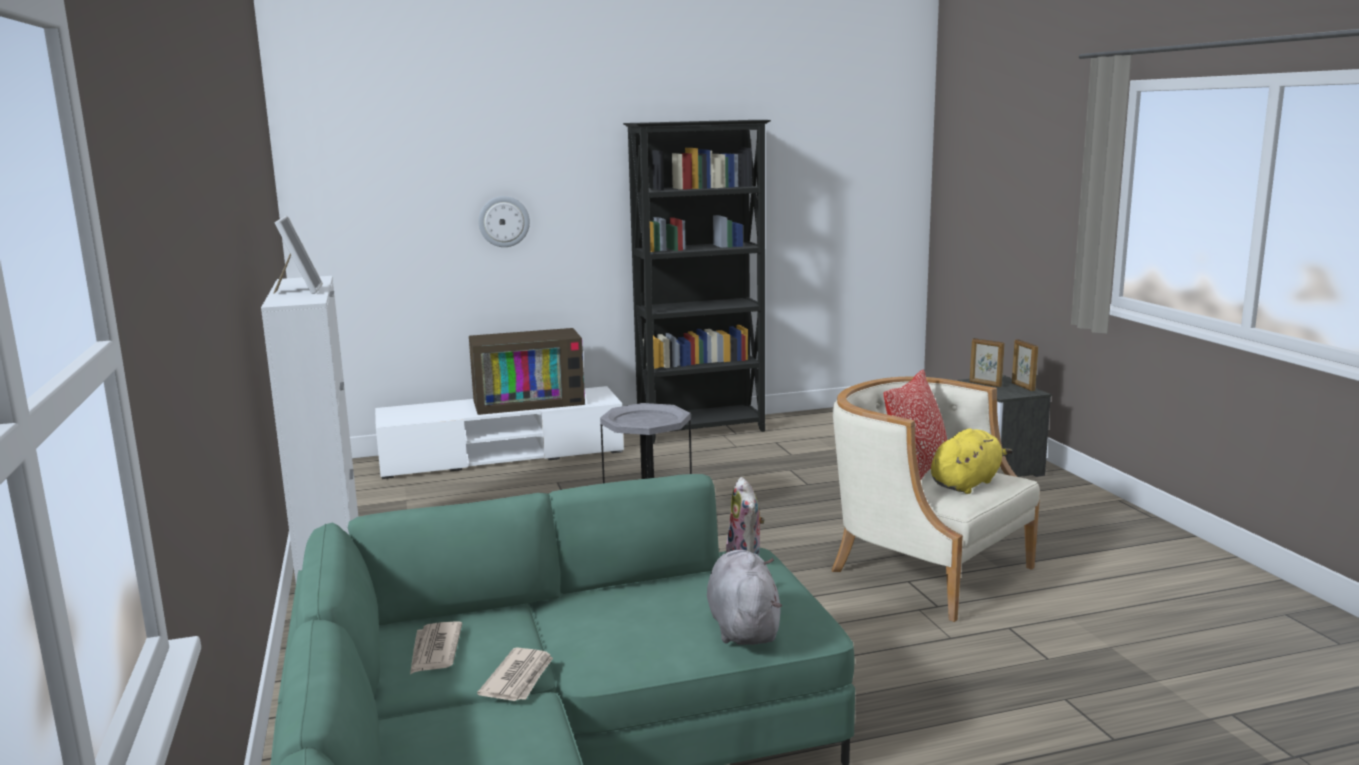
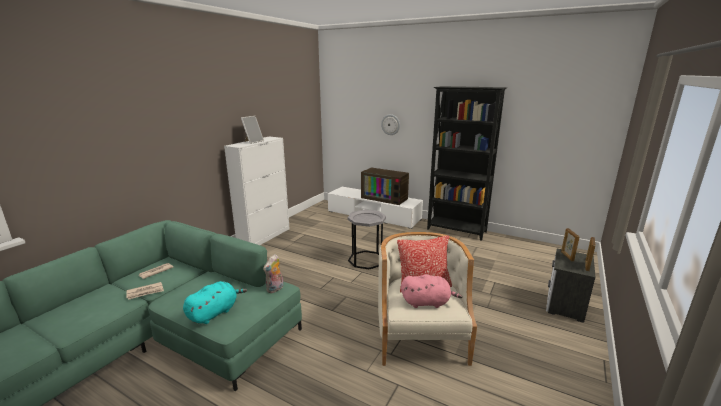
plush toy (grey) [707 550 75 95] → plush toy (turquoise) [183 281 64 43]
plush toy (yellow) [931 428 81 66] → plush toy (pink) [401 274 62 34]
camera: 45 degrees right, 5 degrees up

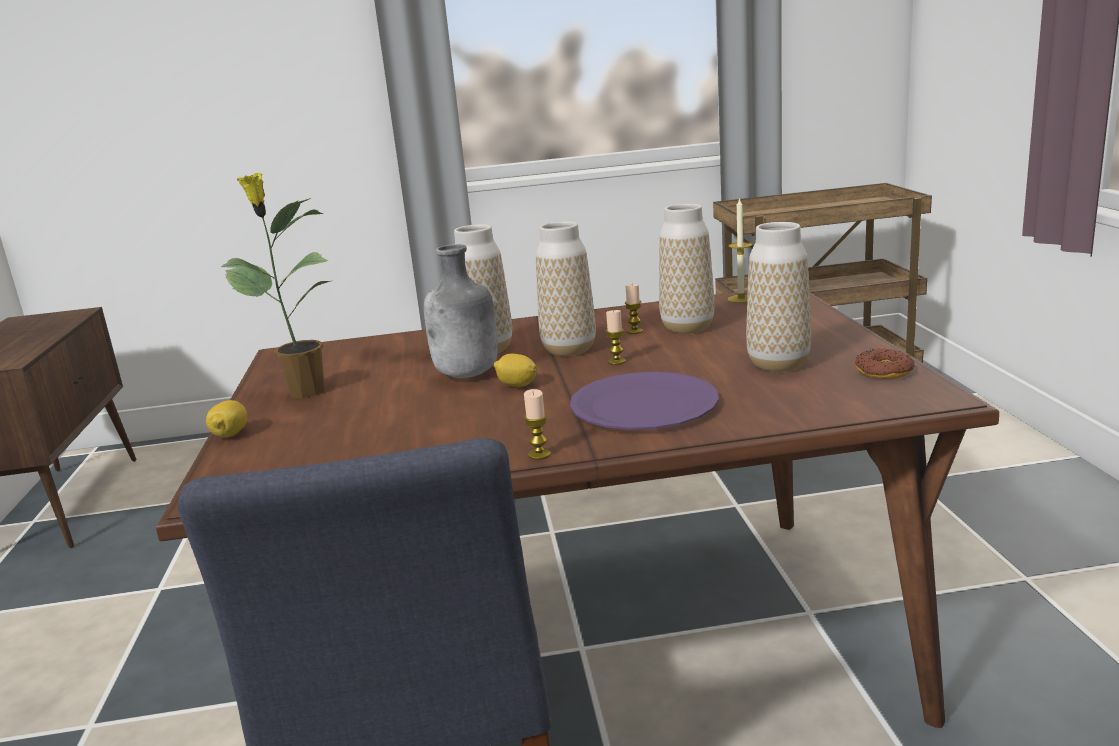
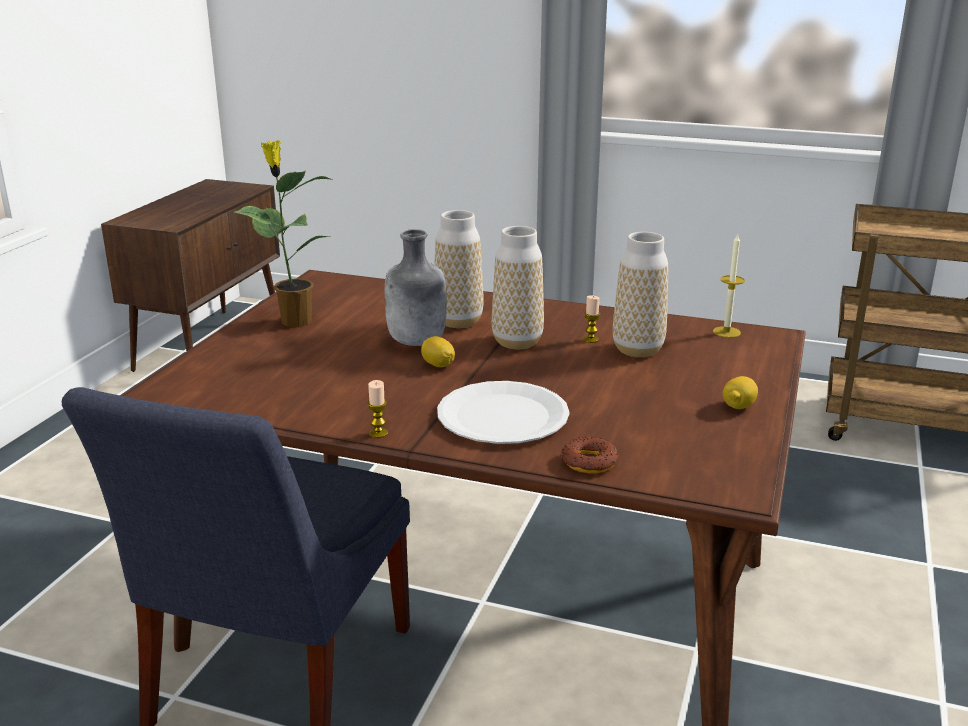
plate (purple) [570 372 149 58] → plate (white) [437 381 133 63]
donut [855 349 59 30] → donut [561 437 57 36], moved
lemon [206 400 41 37] → lemon [723 376 35 33], moved
candle [606 310 20 55] → -
vase [746 222 65 150] → -
camera: 25 degrees right, 5 degrees up

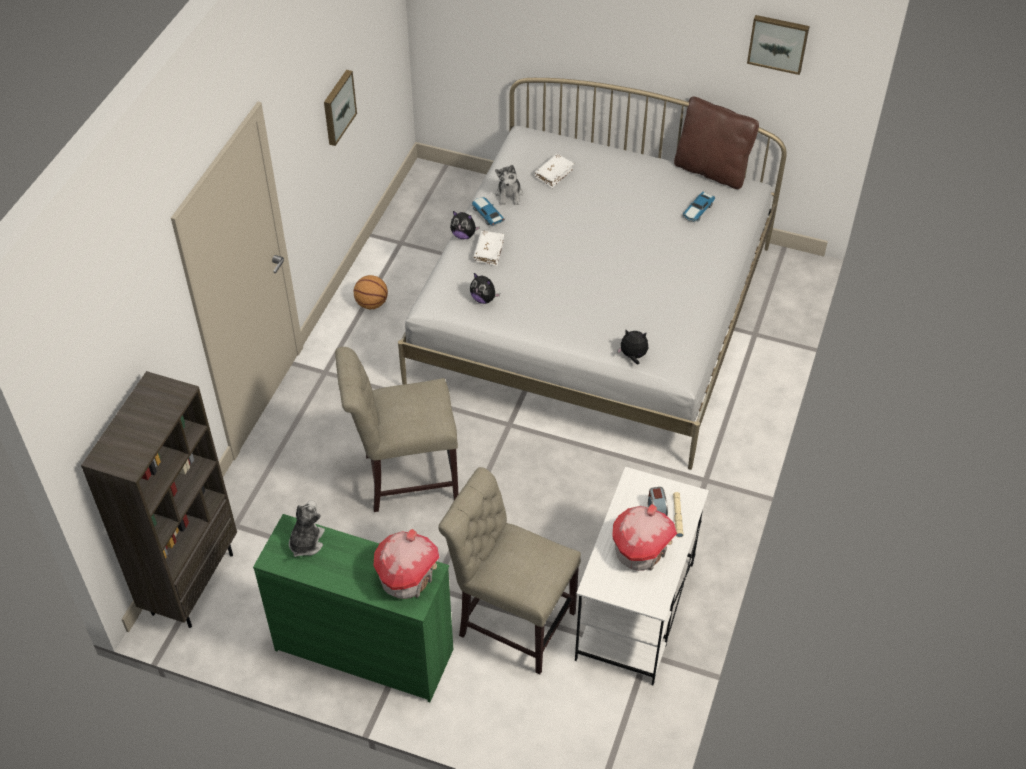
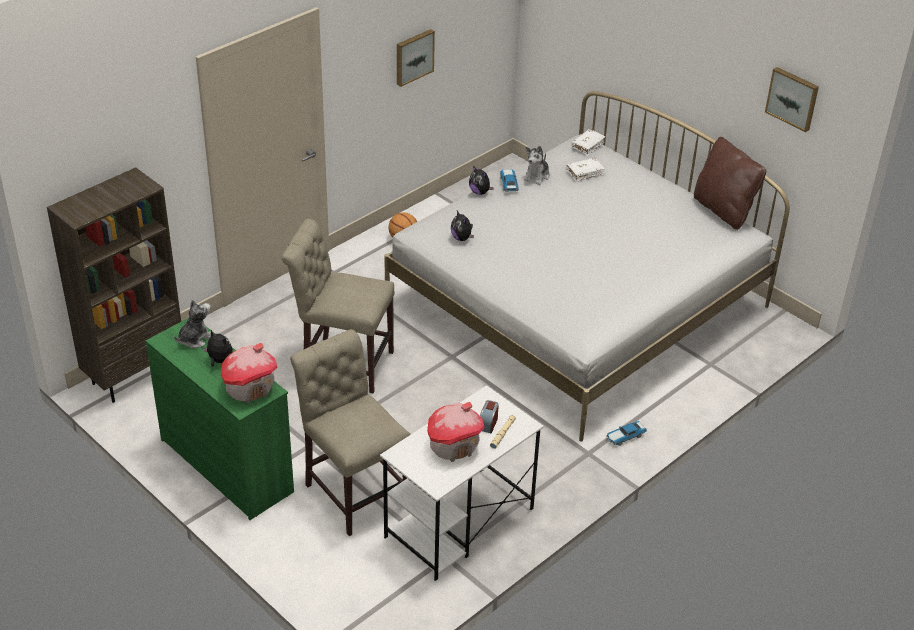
plush toy [617 330 31 35] → plush toy [202 330 31 37], moved
book (white) [473 230 31 36] → book (white) [571 129 34 27], moved
toy car [682 192 33 30] → toy car [606 421 41 25], moved
camera: 25 degrees right, 10 degrees down

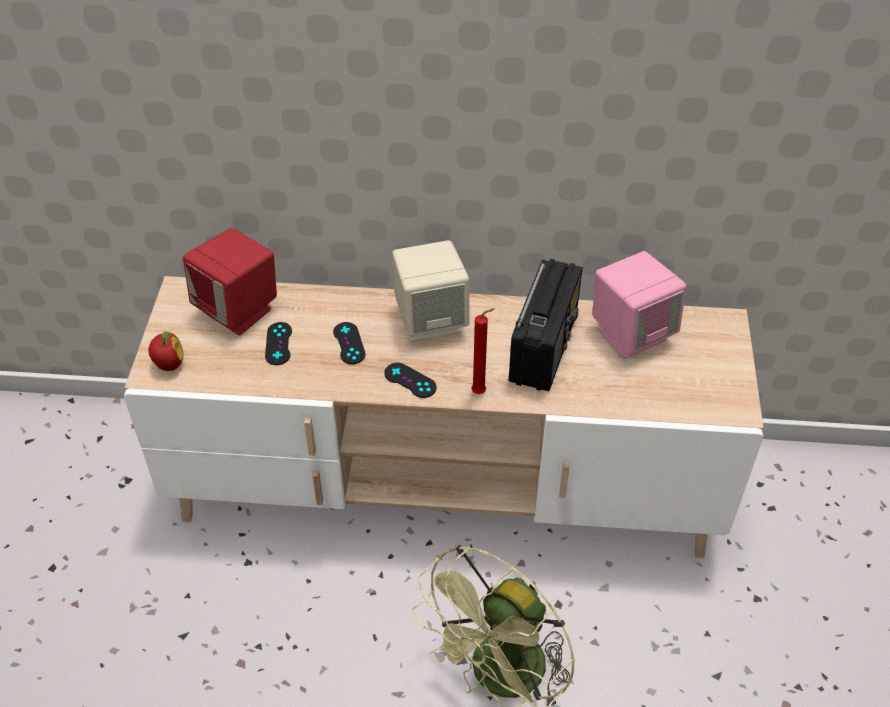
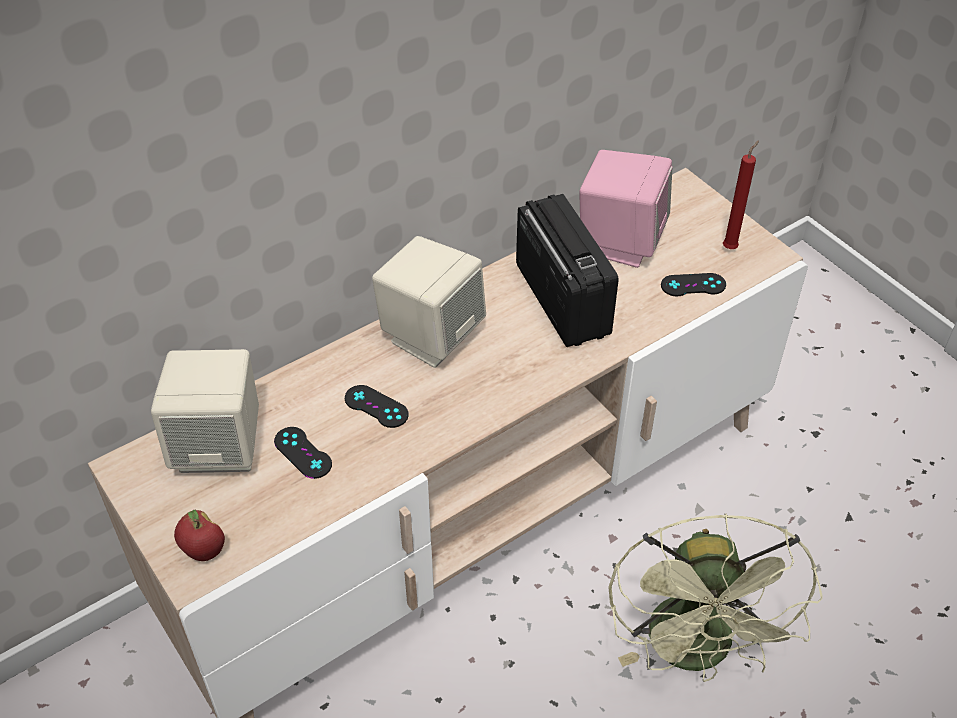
speaker (red) [183 228 94 107] → speaker (beige) [151 349 108 124]
game controller (black) [384 363 52 35] → game controller (black) [661 273 65 23], moved
candle (red) [471 308 24 86] → candle (red) [723 140 36 109], moved
camera: 40 degrees left, 0 degrees up

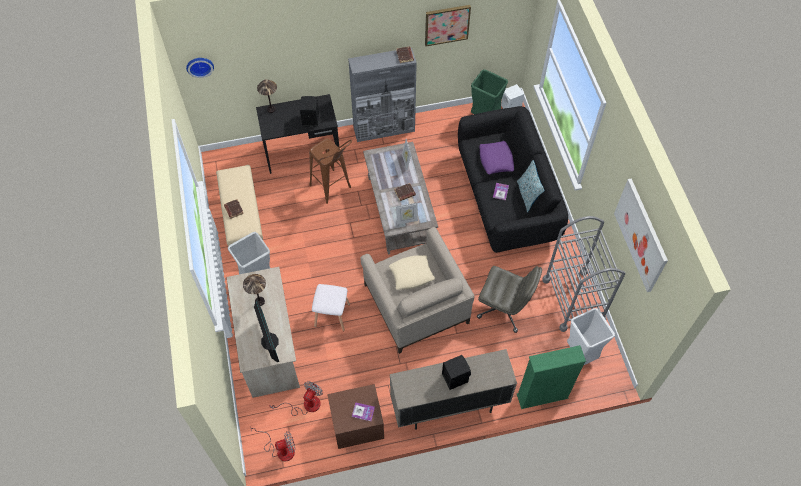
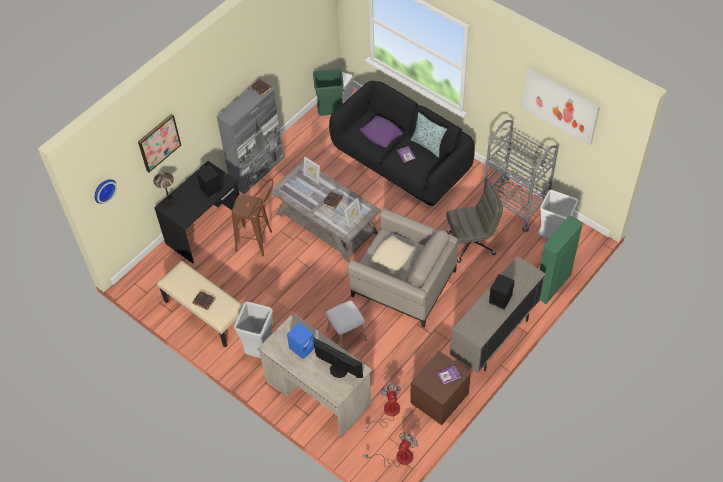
picture [425 5 46 41] → picture [138 114 43 58], moved
table lamp [243 274 23 32] → speaker (blue) [287 323 27 36]
camera: 35 degrees left, 5 degrees down

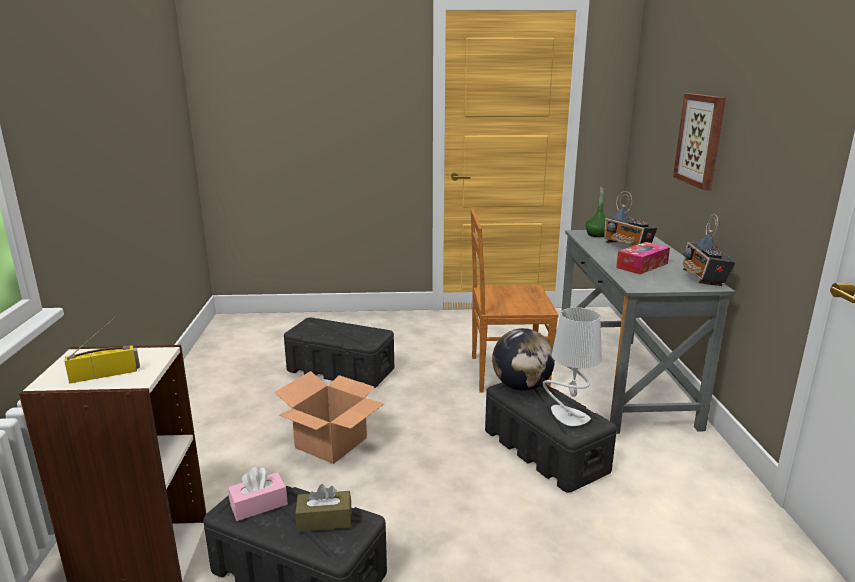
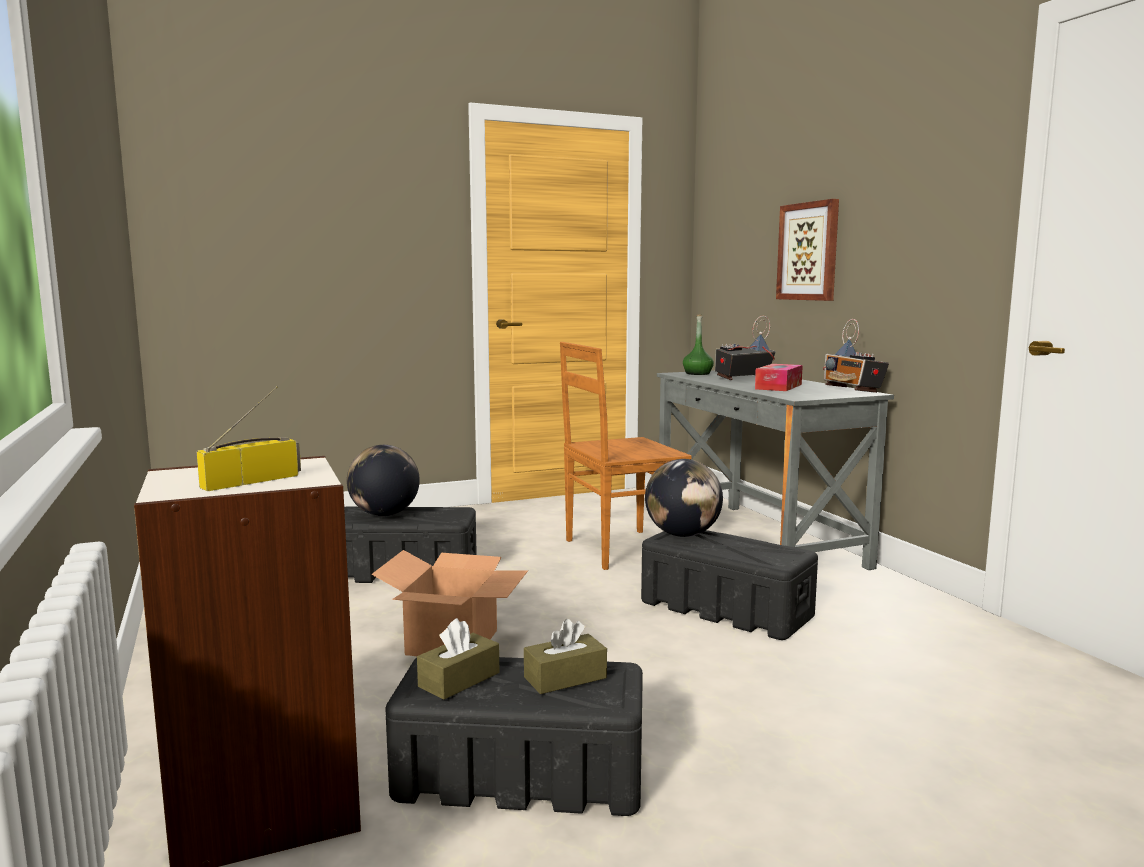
- → globe [347 445 73 71]
tissue box (pink) [228 467 60 54] → tissue box (brown) [417 618 82 82]
radio [604 191 53 55] → radio [715 316 61 64], 120 degrees clockwise
table lamp (grey) [542 307 60 119] → -
camera: 20 degrees left, 10 degrees down

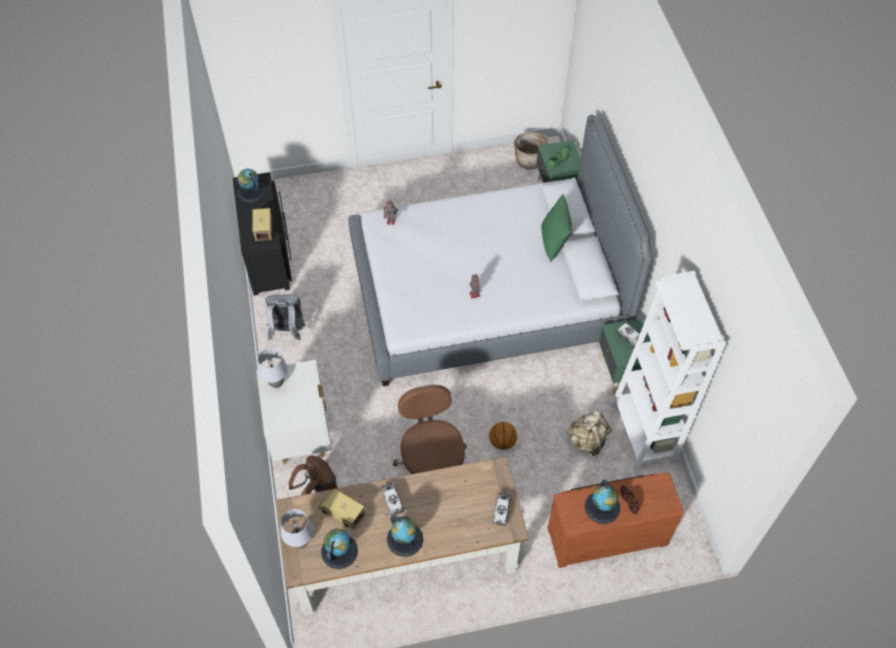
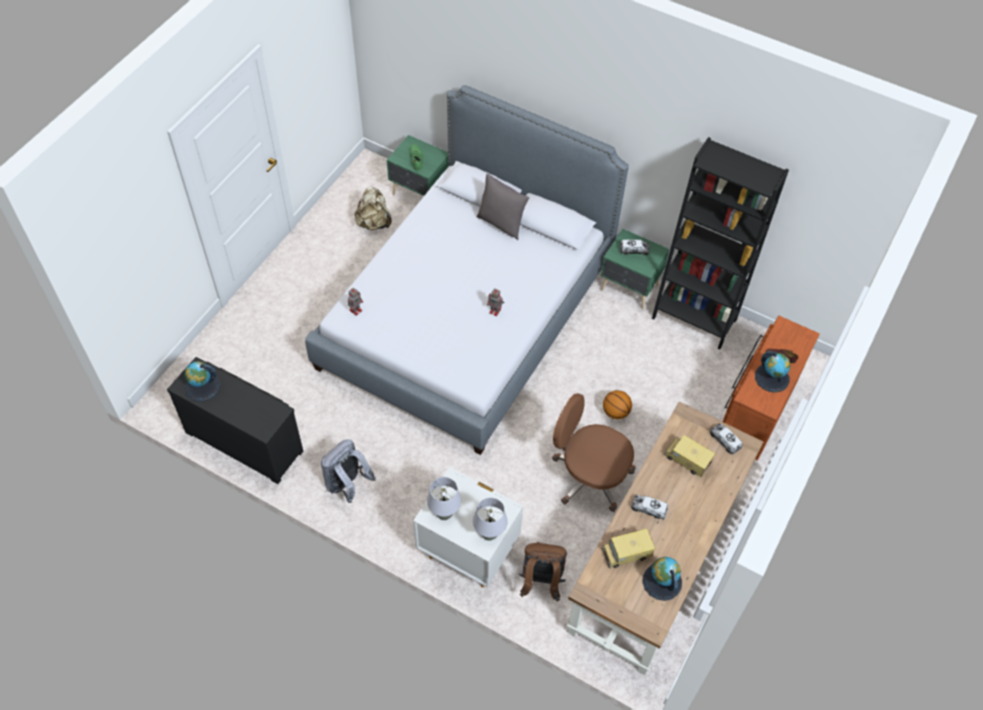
backpack (beige) [567 411 45 45] → backpack (beige) [355 186 37 44], moved
table lamp (grey) [281 509 33 39] → table lamp (grey) [473 497 34 44], moved
pillow (green) [541 194 31 68] → pillow (grey) [477 174 52 66]
bookcase (white) [611 271 115 200] → bookcase (black) [652 137 137 213]
toy truck [252 208 21 33] → toy truck [664 435 51 42], moved
globe [387 515 37 42] → -
basket [514 132 34 38] → -
camera: 50 degrees left, 0 degrees up

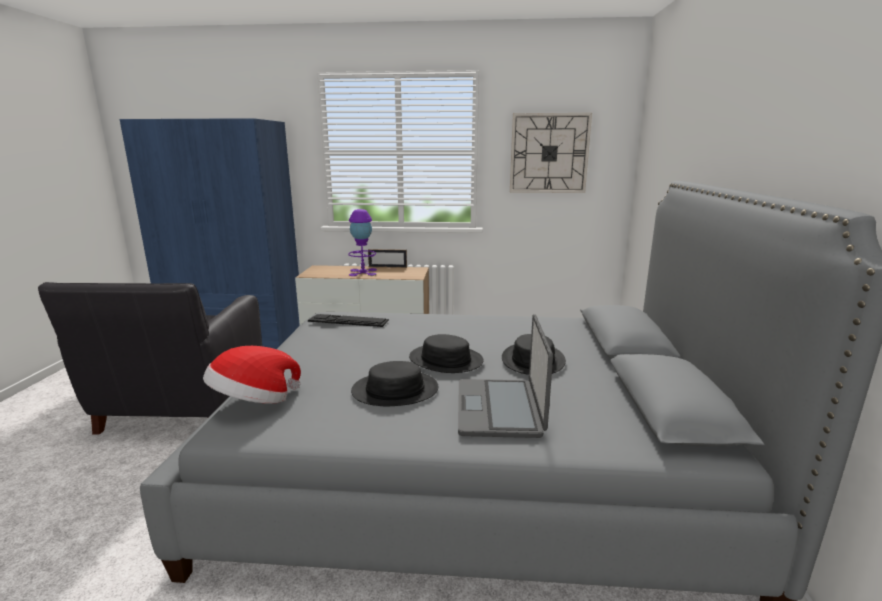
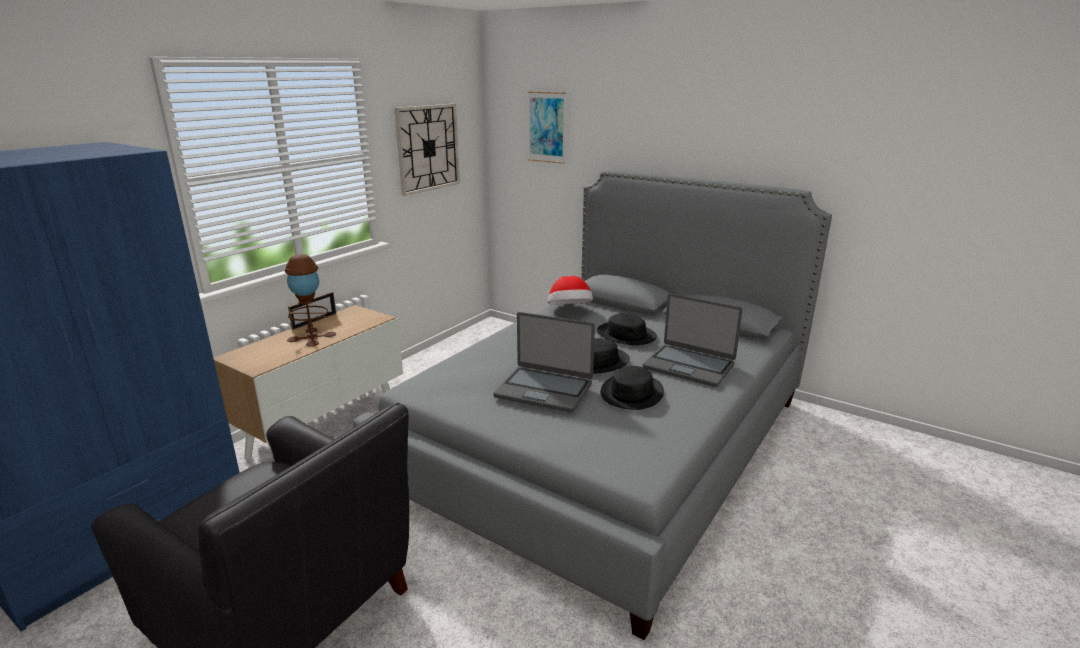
table lamp (purple) [348 209 29 67] → table lamp (brown) [285 254 51 93]
- → laptop [493 312 102 100]
- → picture [528 91 38 73]
hat [203 346 98 58] → hat [548 276 45 29], moved
keyboard [308 314 81 13] → -
camera: 60 degrees left, 5 degrees up

